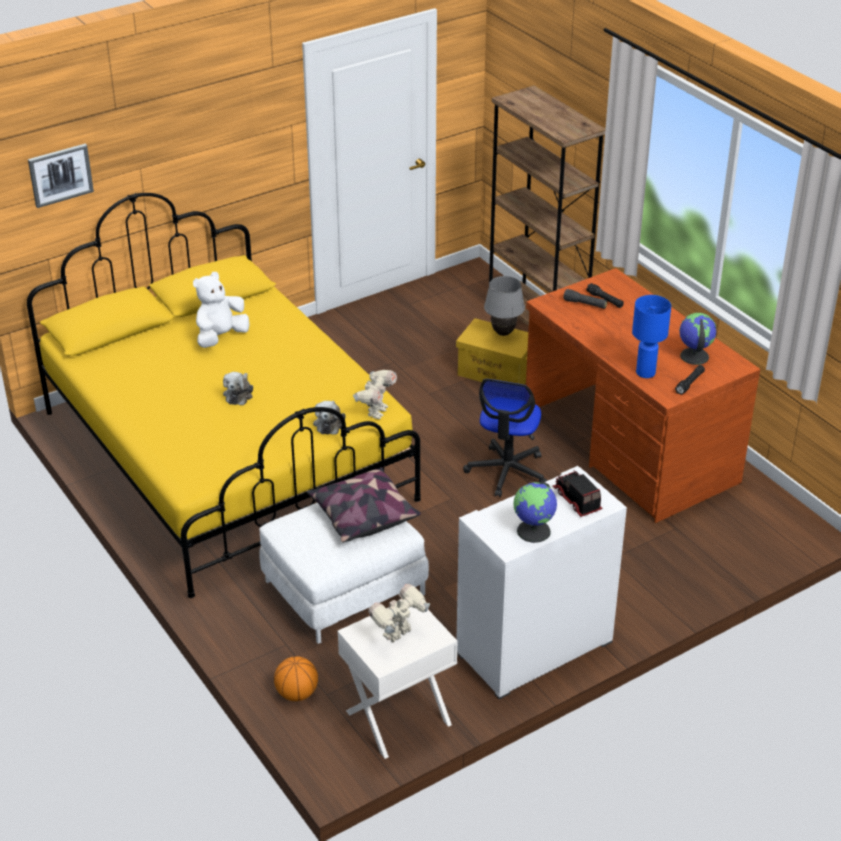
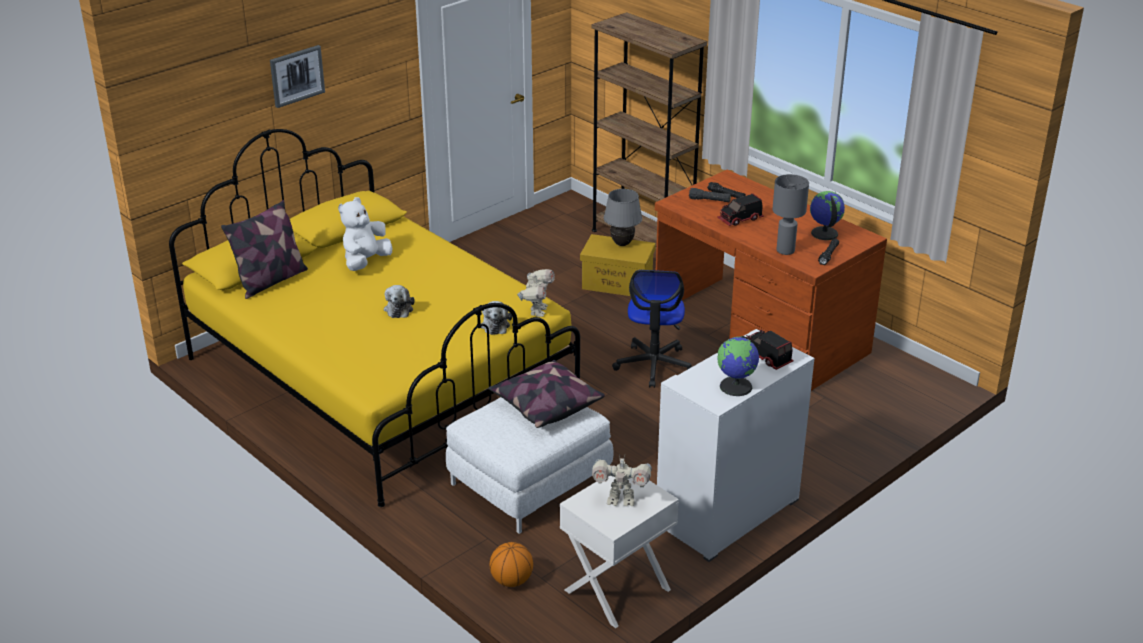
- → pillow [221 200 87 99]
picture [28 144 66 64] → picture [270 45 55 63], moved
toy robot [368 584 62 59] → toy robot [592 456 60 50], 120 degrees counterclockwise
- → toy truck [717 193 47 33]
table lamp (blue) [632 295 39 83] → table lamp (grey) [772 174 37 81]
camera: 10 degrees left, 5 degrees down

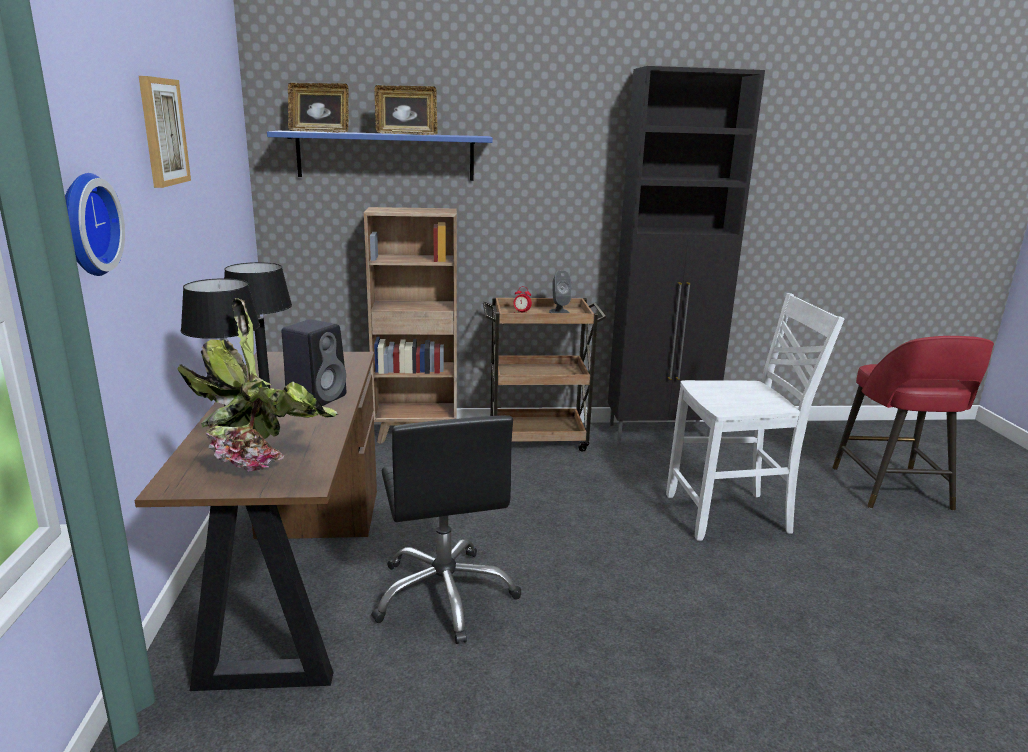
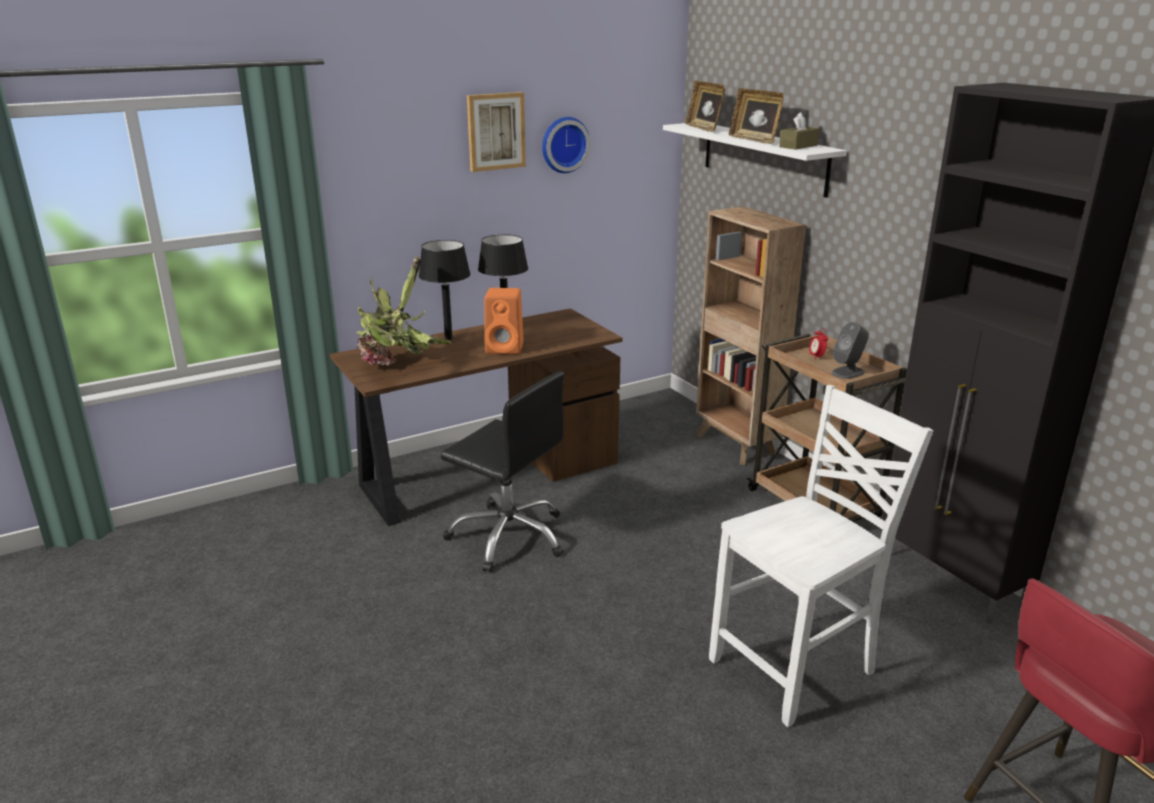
office chair (black) [371 415 150 229] → office chair (black) [441 371 123 201], 105 degrees counterclockwise
speaker (black) [282 319 64 87] → speaker (orange) [484 288 40 66]
wall clock [65 173 60 103] → wall clock [542 117 48 56], moved
shelf (blue) [267 131 226 50] → shelf (white) [663 123 184 75]
chair (white) [666 293 178 248] → chair (white) [709 385 224 342], 90 degrees counterclockwise
- → tissue box (brown) [779 112 41 38]
camera: 65 degrees right, 5 degrees up

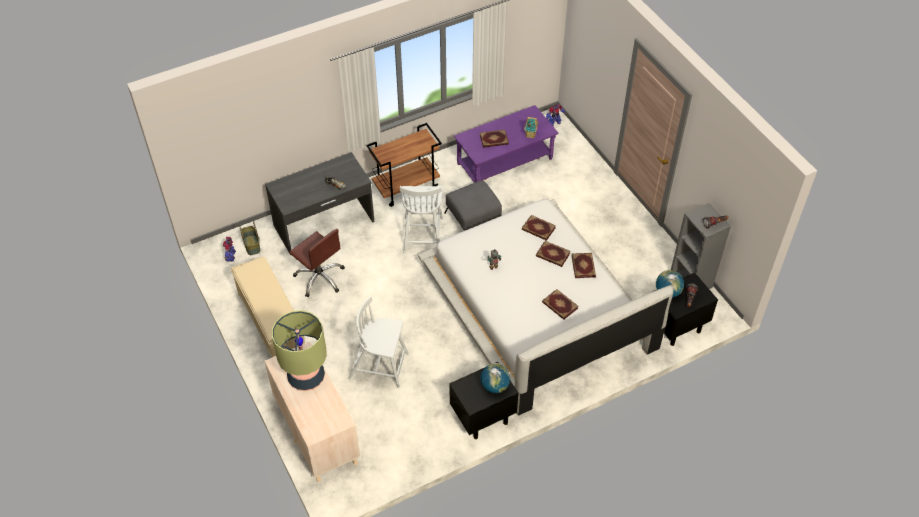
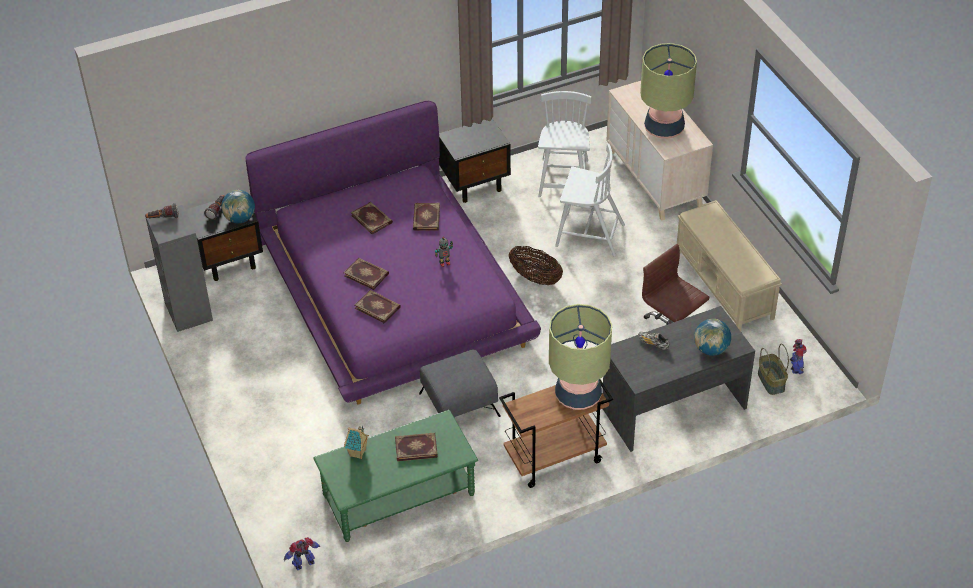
bed (white) [418 199 255 216] → bed (purple) [245 101 296 304]
coffee table (purple) [454 105 105 78] → coffee table (green) [314 410 164 132]
book [572 253 24 25] → book [413 203 27 28], moved
- → basket [509 246 54 39]
chair (white) [400 186 43 68] → chair (white) [538 91 54 106], moved
- → table lamp [549 304 63 106]
globe [480 363 30 30] → globe [694 319 37 37], moved
camera: 175 degrees left, 5 degrees down

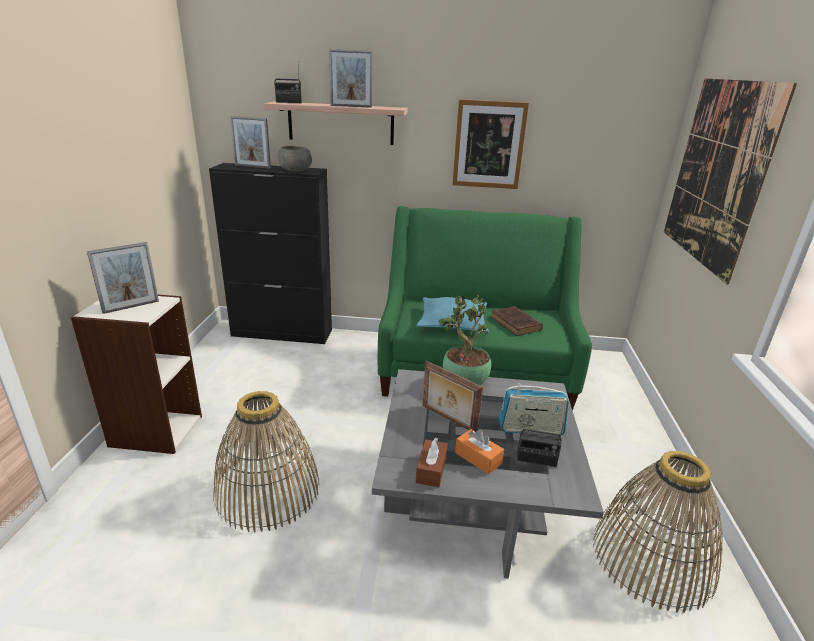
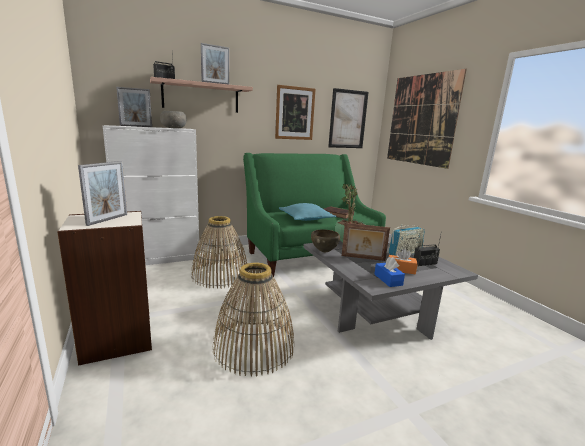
cabinet (black) [209 163 123 181] → cabinet (white) [103 125 97 140]
basket [593 451 130 162] → basket [191 216 56 73], moved
- → bowl (brown) [311 229 29 23]
- → picture [328 88 41 60]
tissue box (brown) [416 438 32 49] → tissue box (blue) [374 257 31 30]
camera: 30 degrees left, 10 degrees down

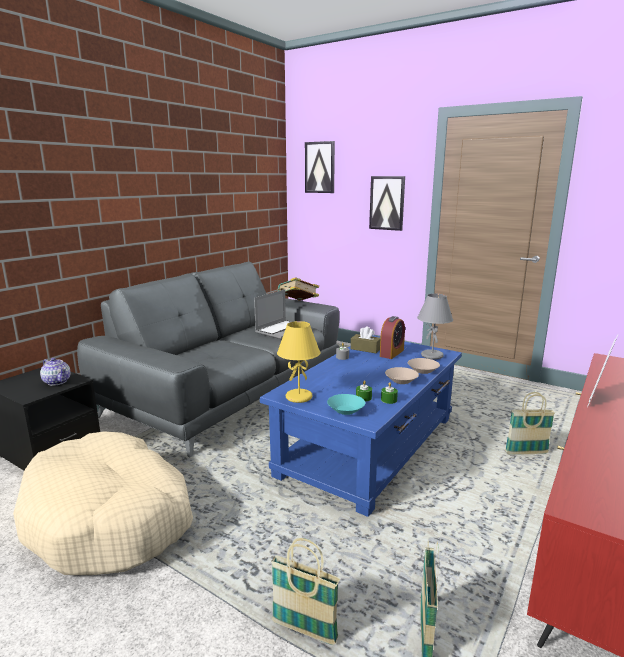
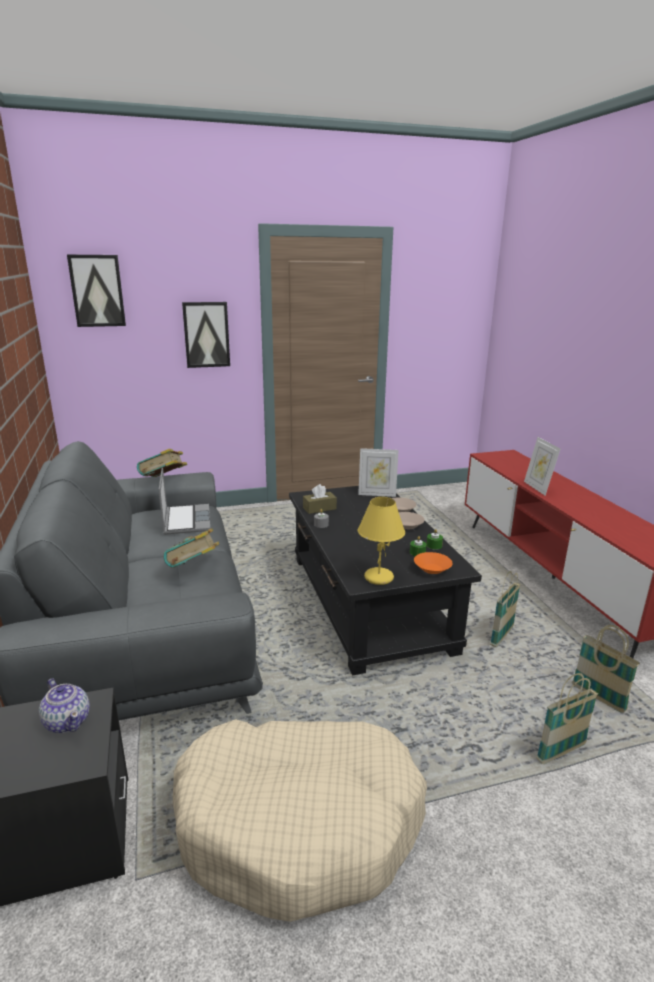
teapot [40 358 31 28] → teapot [39 678 51 55], 60 degrees clockwise
- → book [163 528 57 40]
coffee table (blue) [260 335 202 182] → coffee table (black) [289 486 193 189]
table lamp (grey) [417 294 36 65] → picture frame [358 448 41 49]
bowl (turquoise) [327 394 38 21] → bowl (orange) [414 552 38 22]
basket [505 392 50 63] → basket [490 571 30 76], moved
alarm clock [380 316 25 43] → -
camera: 50 degrees left, 5 degrees up

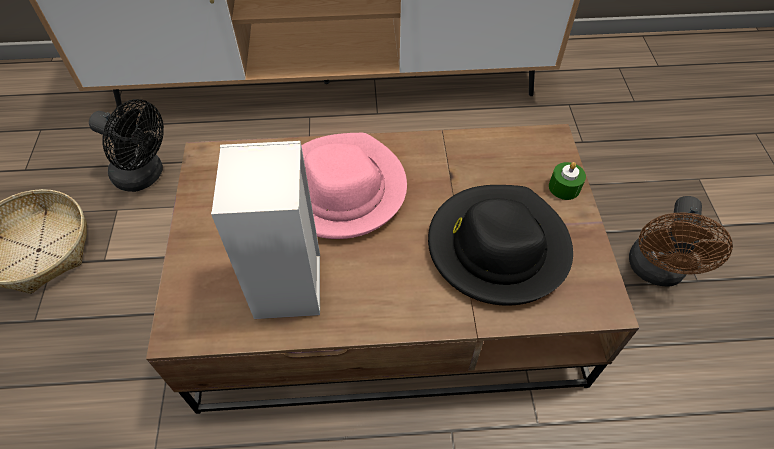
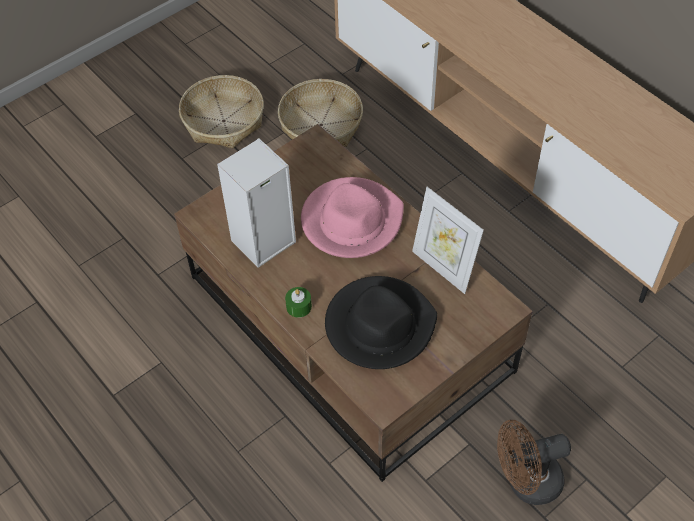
fan (black) [89 99 75 93] → basket [278 79 85 68]
candle (green) [549 162 37 38] → candle (green) [285 287 27 31], moved
- → picture frame [412 187 72 107]
camera: 55 degrees right, 0 degrees up

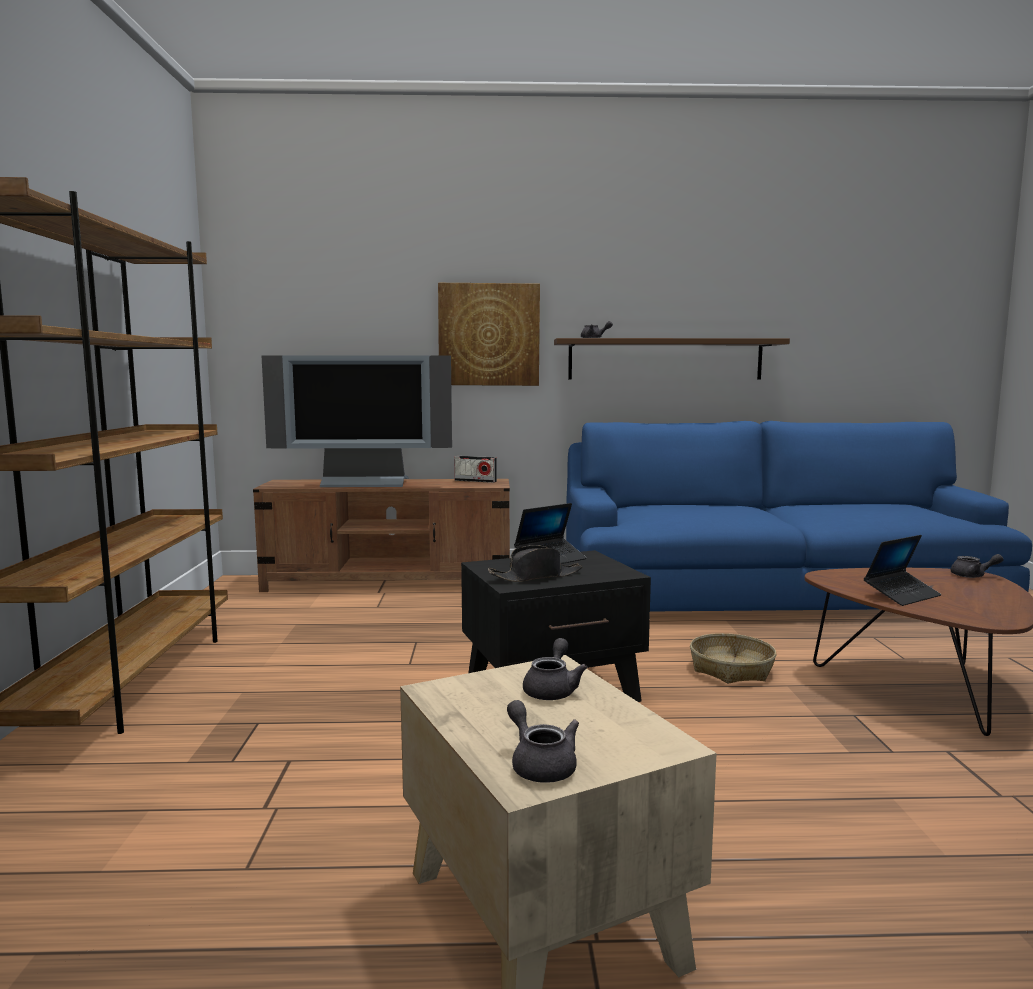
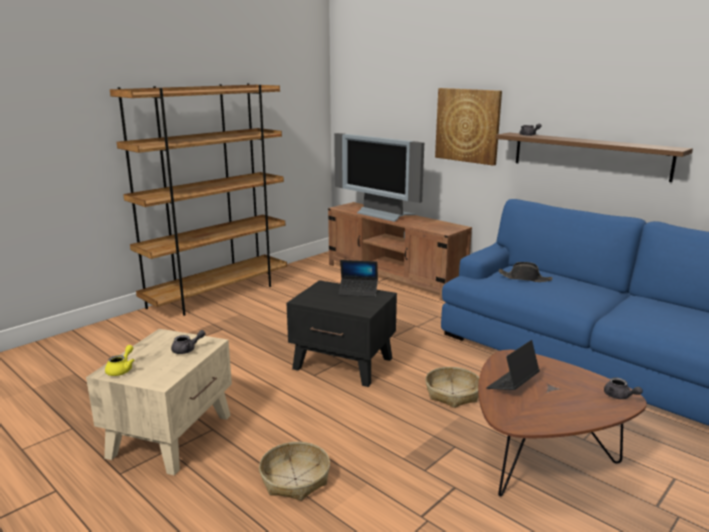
teapot (grey) [507 700 72 83] → teapot (yellow) [105 345 29 31]
- → basket [259 442 71 59]
laptop [864 535 77 71] → laptop [486 340 54 50], 120 degrees clockwise
hat (black) [488 545 94 37] → hat (black) [499 262 53 20], moved
radio [454 456 43 27] → -
camera: 45 degrees right, 10 degrees up

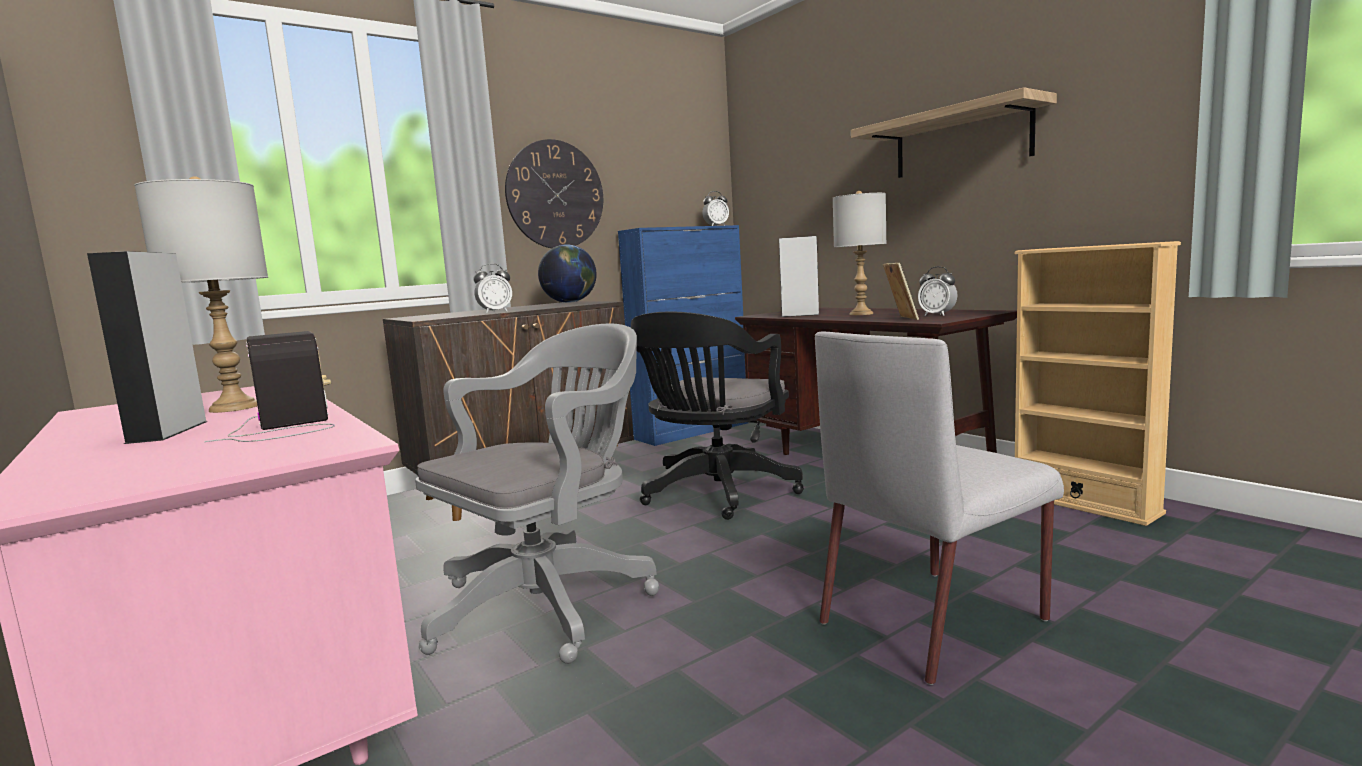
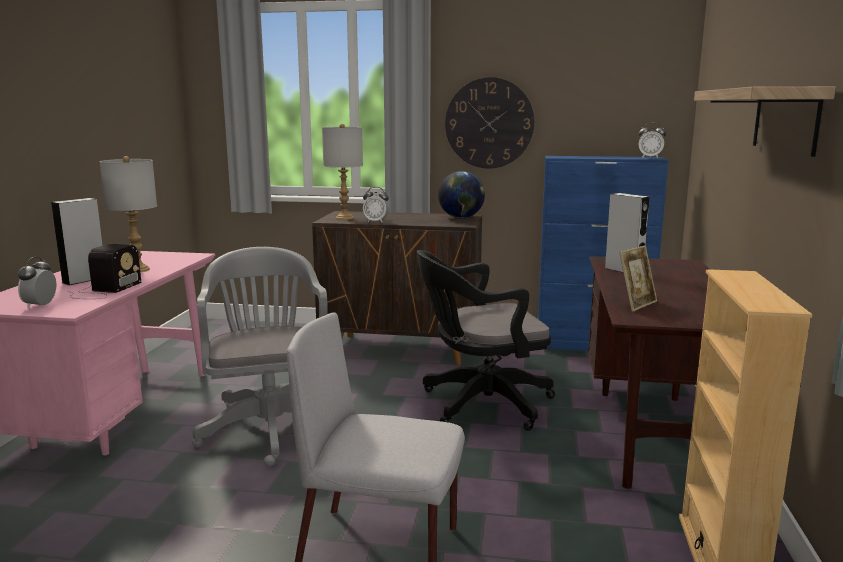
alarm clock [918 266 39 50] → alarm clock [18 256 38 53], moved
office chair (grey) [415 324 244 340] → office chair (grey) [192 247 136 220], 105 degrees counterclockwise
table lamp (grey) [833 191 54 124] → table lamp (grey) [322 124 41 96], moved
camera: 45 degrees right, 5 degrees up

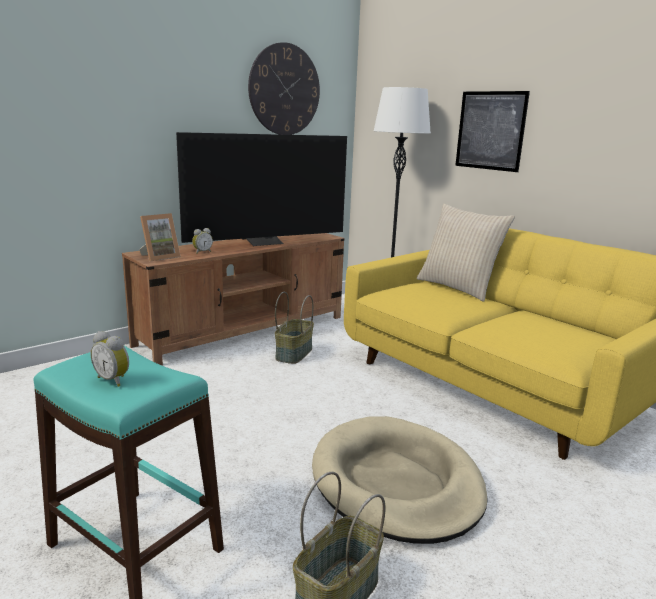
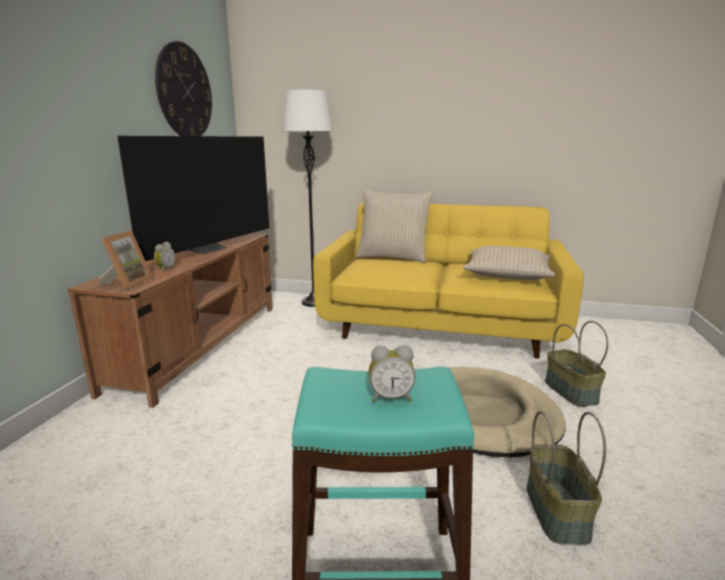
- → pillow (beige) [463 246 92 34]
basket [275 292 39 72] → basket [545 321 63 86], moved
picture [455 91 75 81] → -
camera: 35 degrees left, 0 degrees up

